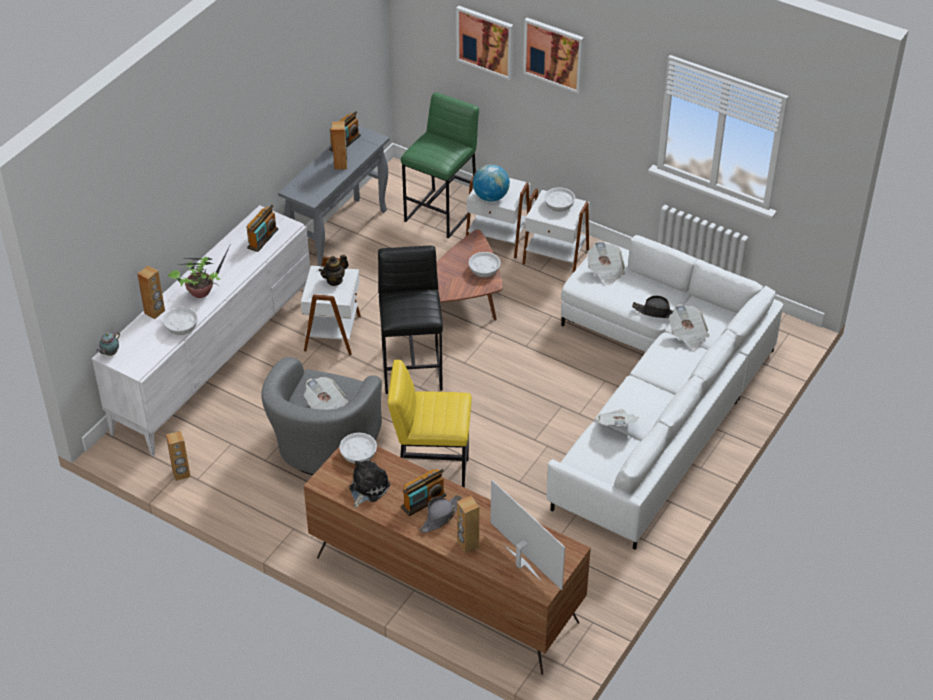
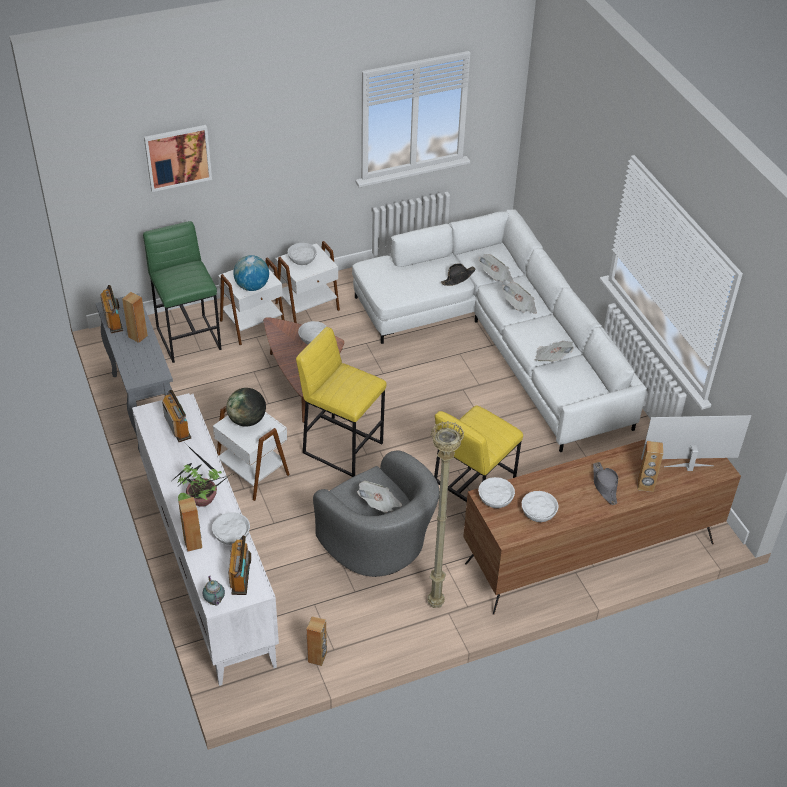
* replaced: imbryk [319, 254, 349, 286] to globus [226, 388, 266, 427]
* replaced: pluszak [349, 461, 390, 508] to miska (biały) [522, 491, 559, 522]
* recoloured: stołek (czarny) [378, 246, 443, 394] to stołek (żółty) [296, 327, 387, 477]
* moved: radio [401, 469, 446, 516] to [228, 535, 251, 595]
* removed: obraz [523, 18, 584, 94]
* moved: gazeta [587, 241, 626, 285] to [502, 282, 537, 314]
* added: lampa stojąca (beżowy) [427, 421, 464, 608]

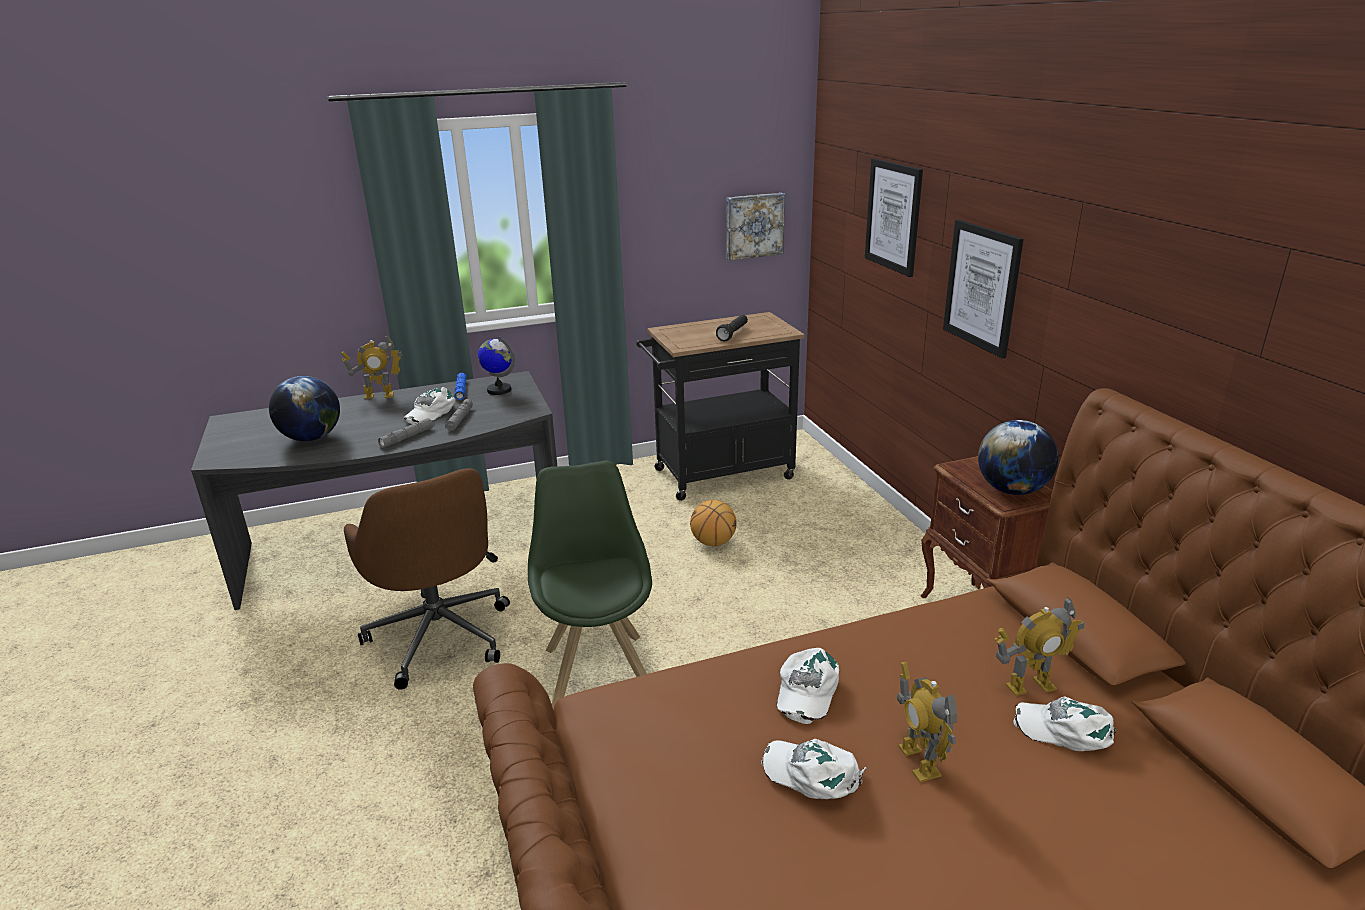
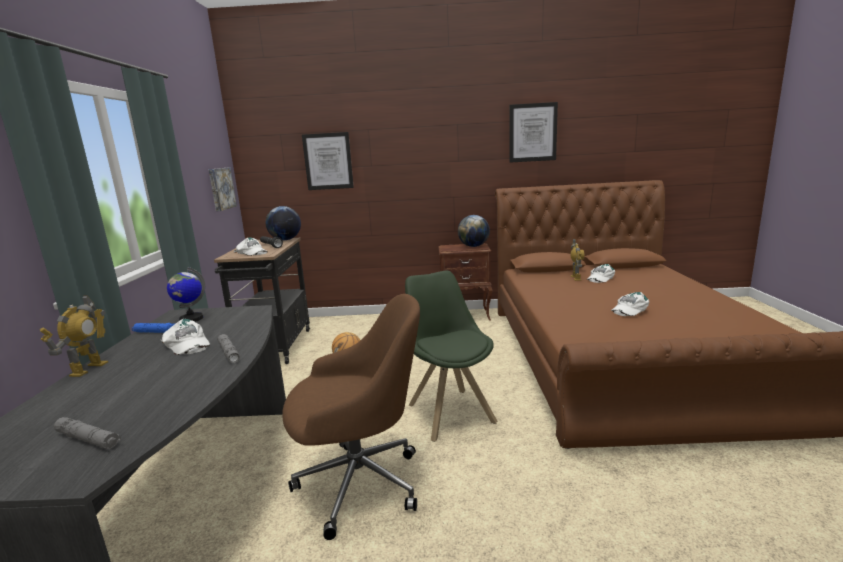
* moved: globus [269, 376, 340, 441] to [266, 206, 301, 240]
* moved: latarka (szary) [445, 399, 473, 430] to [54, 417, 121, 449]
* turned: krzesło (zielony) [528, 461, 652, 709] = [405, 270, 497, 442] 60 degrees clockwise
* moved: czapka z daszkiem (biały) [777, 648, 839, 724] to [234, 237, 268, 256]
* removed: robot zabawkowy [897, 662, 957, 782]
* moved: obraz [943, 220, 1023, 358] to [509, 102, 558, 163]

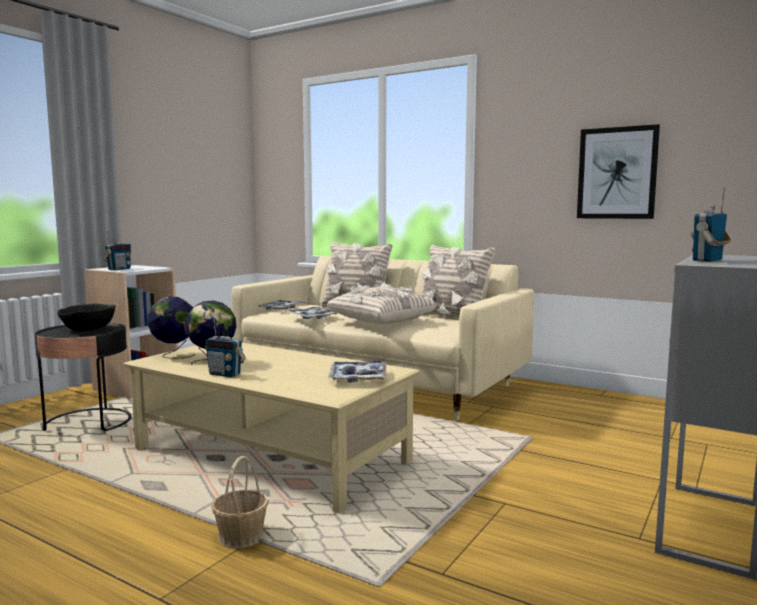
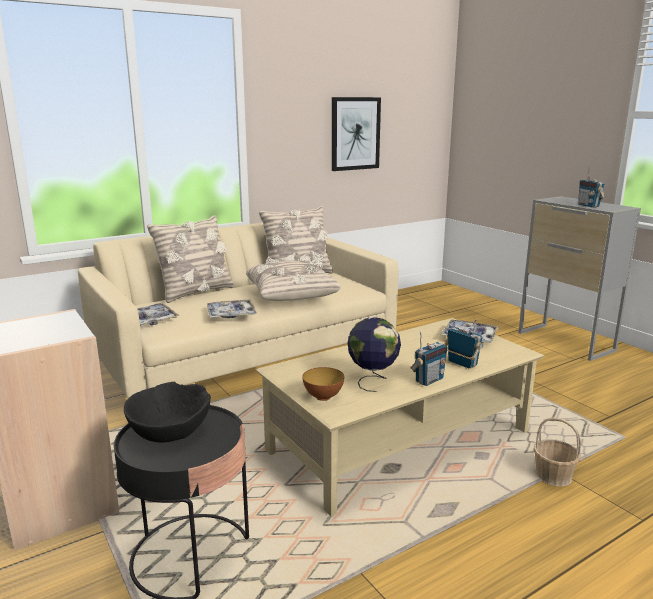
* moved: radio [103, 231, 131, 271] to [445, 319, 483, 369]
* replaced: globus [147, 296, 195, 359] to miska [303, 367, 344, 401]

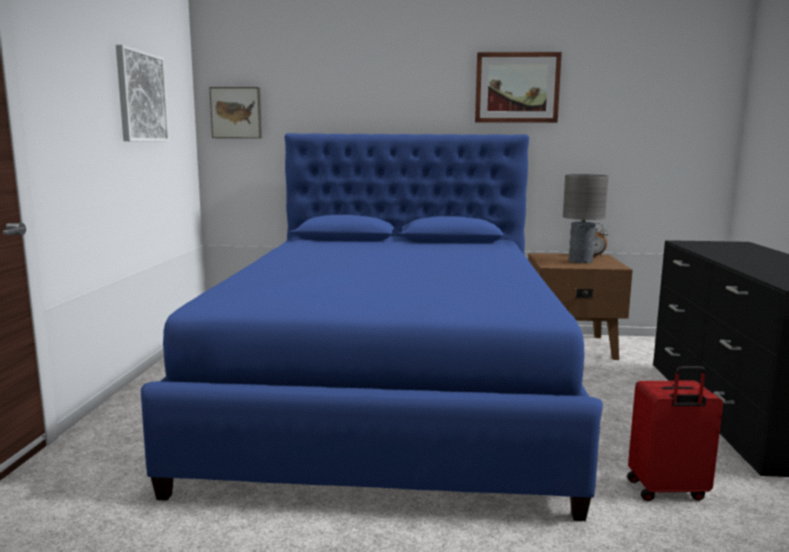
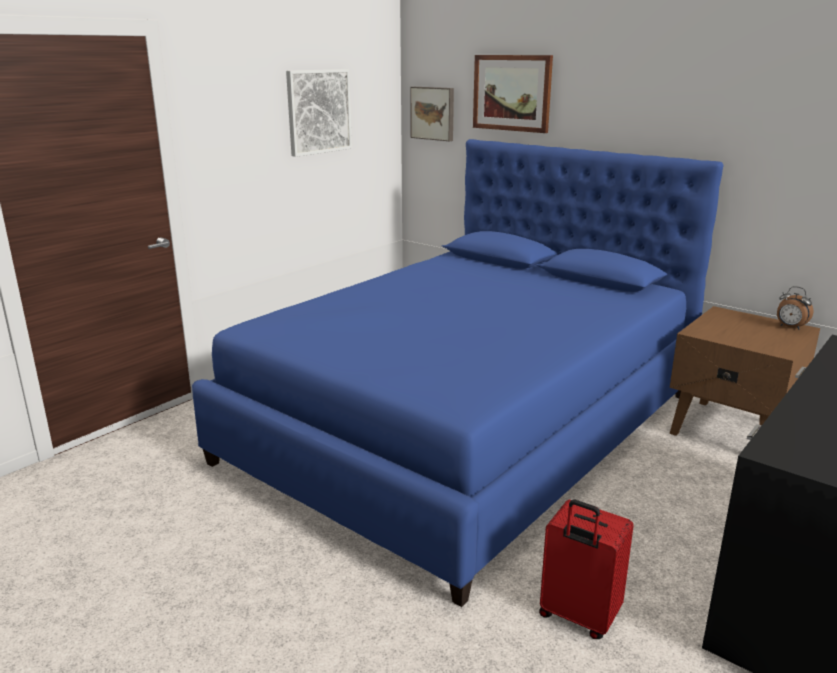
* moved: obraz [475, 52, 562, 123] to [473, 55, 553, 133]
* removed: lampa stołowa (szary) [563, 174, 609, 263]

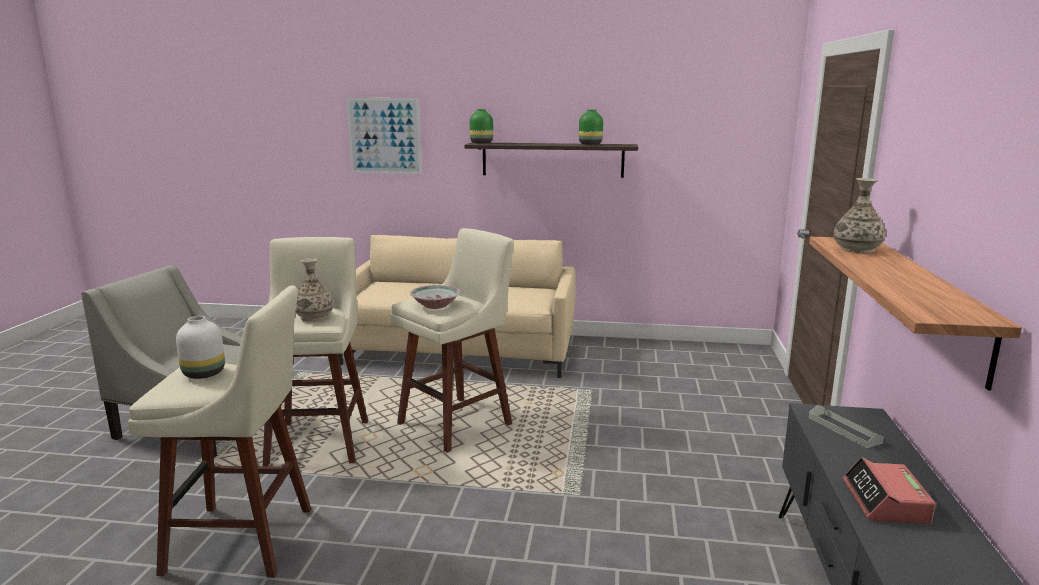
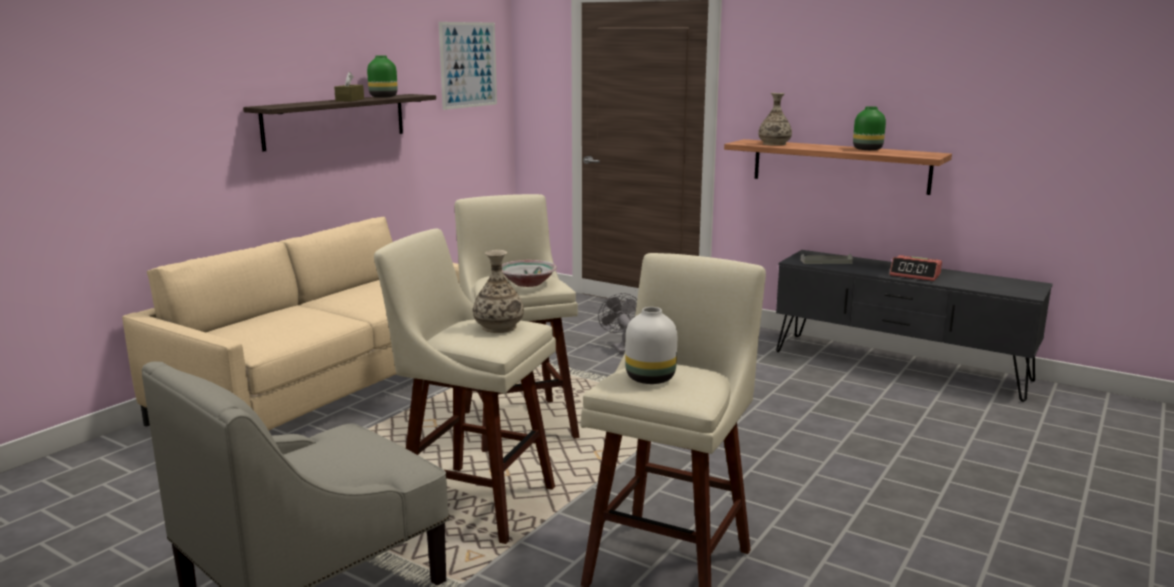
* moved: obraz [346, 98, 422, 174] to [439, 22, 497, 110]
* moved: wazon (zielony) [470, 109, 493, 144] to [853, 106, 886, 150]
* added: pudełko chusteczek (brązowy) [334, 72, 364, 101]
* added: wentylator (szary) [598, 293, 637, 354]

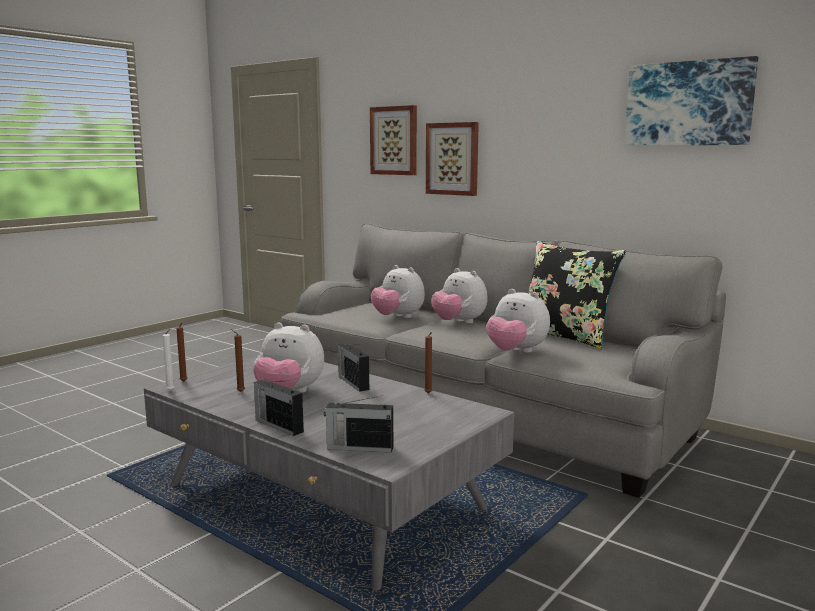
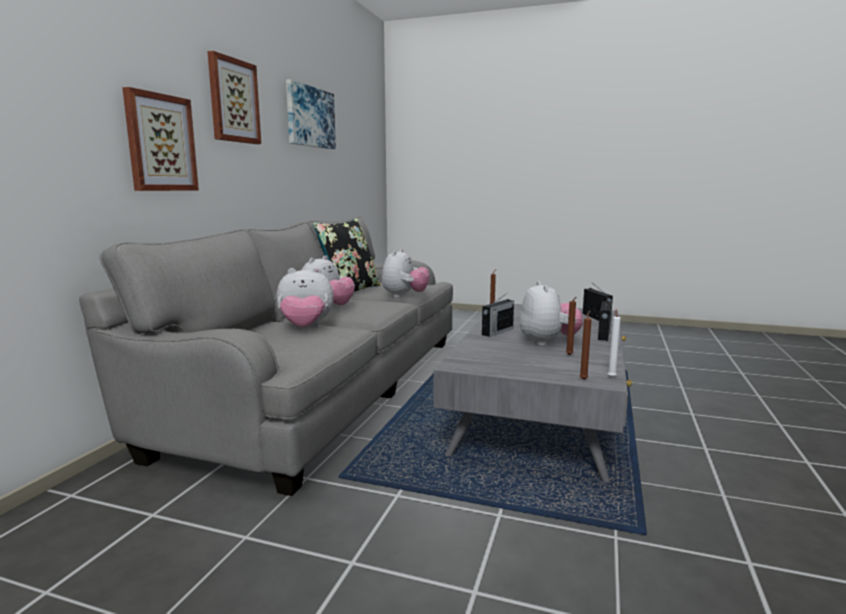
* moved: obraz [370, 105, 417, 175] to [207, 51, 261, 144]
* turned: pluszak [371, 265, 425, 318] = [276, 268, 334, 327] 60 degrees clockwise

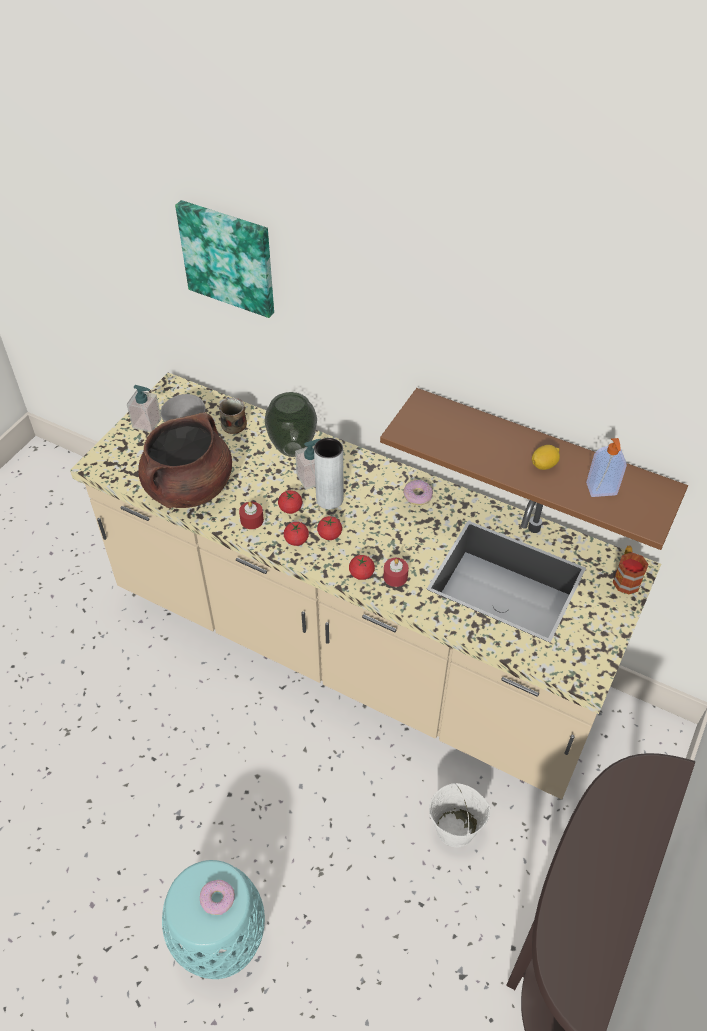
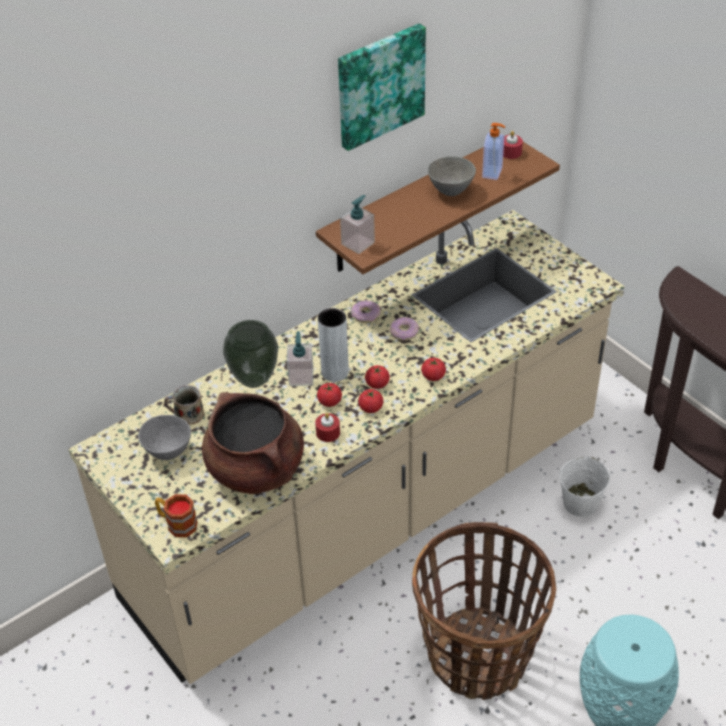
* moved: dozownik mydła [127, 385, 162, 433] to [340, 195, 375, 254]
* moved: obraz [175, 200, 274, 318] to [338, 23, 426, 151]
* moved: donut [200, 880, 235, 915] to [390, 317, 419, 341]
* moved: świeca (czerwony) [383, 558, 408, 587] to [503, 131, 523, 159]
* replaced: cytryna [532, 445, 560, 470] to miska (szary) [428, 156, 476, 196]
* moved: kubek [613, 546, 648, 594] to [155, 494, 197, 537]
* added: koszyk [412, 522, 556, 700]

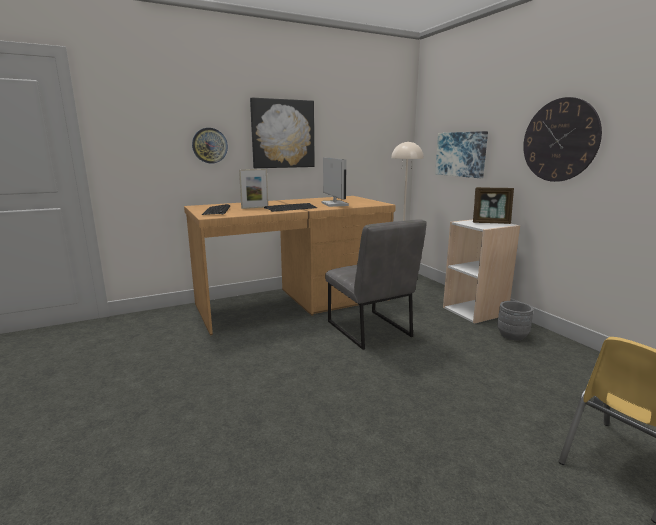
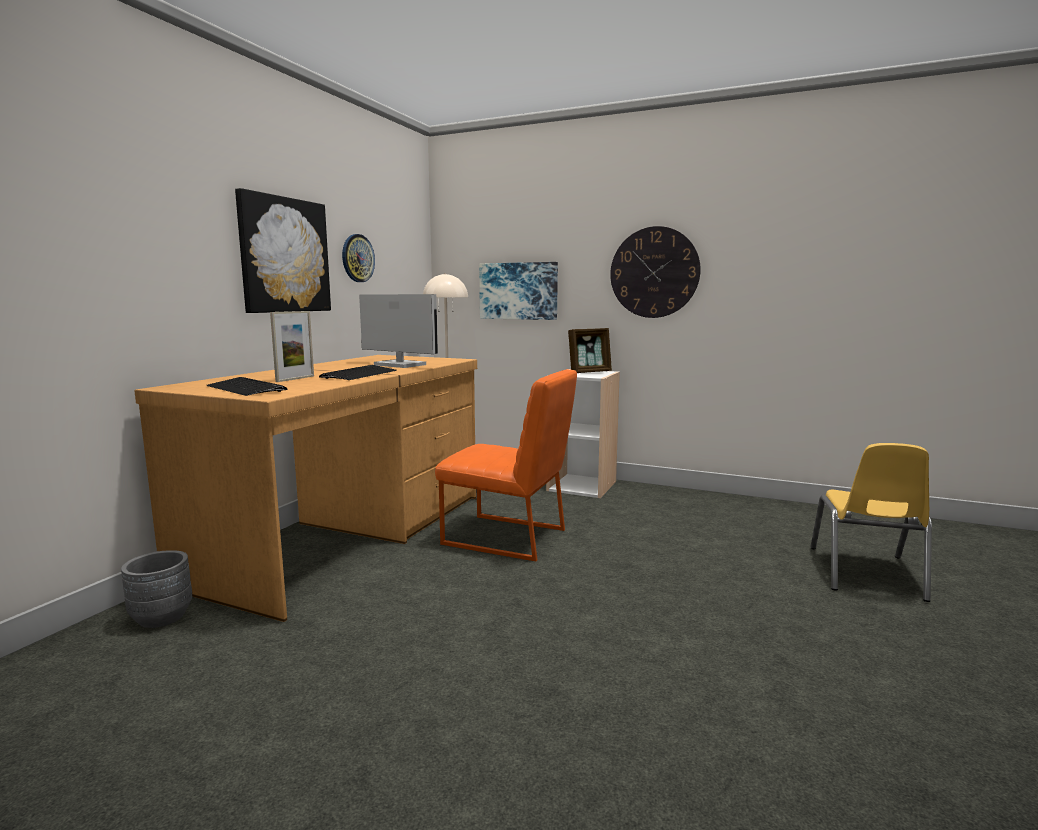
* moved: zegar ścienny [192, 128, 228, 163] to [342, 234, 375, 282]
* recoloured: krzesło (szary) [325, 219, 427, 350] to krzesło (pomarańczowy) [435, 369, 577, 561]
* moved: donica (szary) [497, 301, 534, 341] to [121, 550, 192, 628]

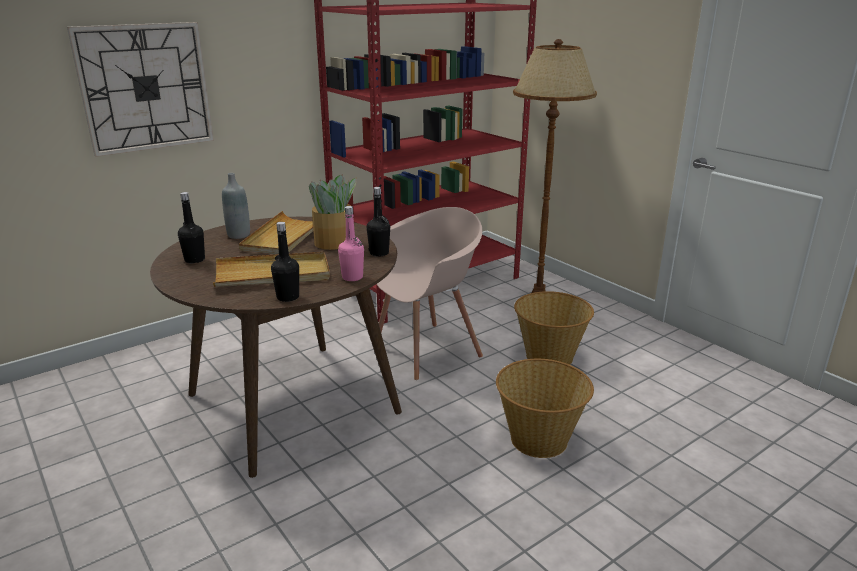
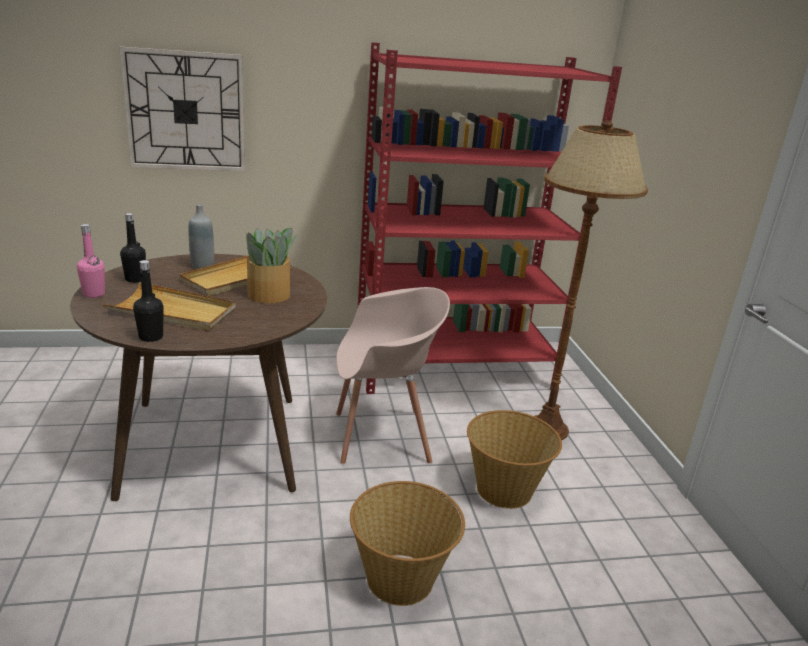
* moved: butelka (różowy) [338, 206, 364, 281] to [77, 224, 105, 298]
* removed: butelka (czarny) [367, 187, 390, 257]

